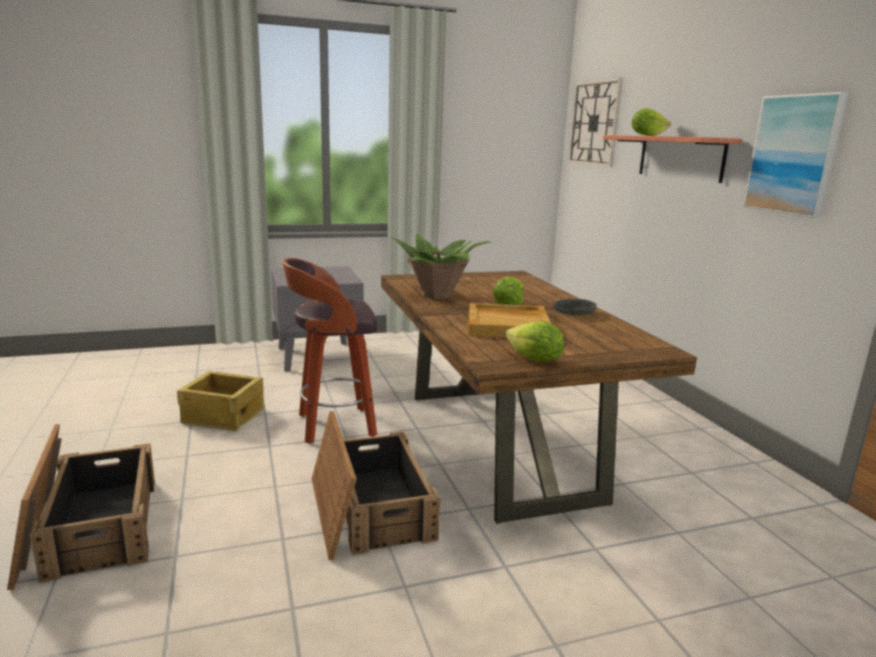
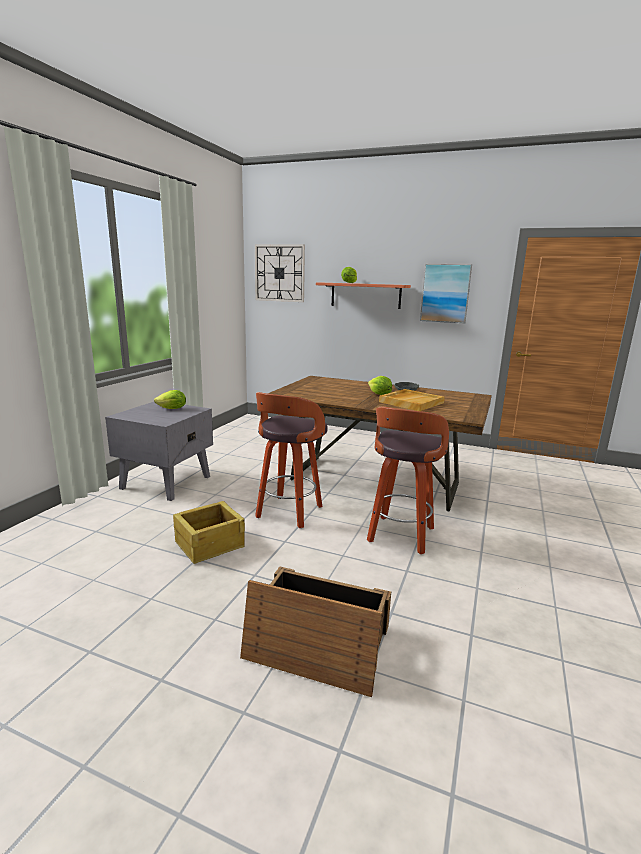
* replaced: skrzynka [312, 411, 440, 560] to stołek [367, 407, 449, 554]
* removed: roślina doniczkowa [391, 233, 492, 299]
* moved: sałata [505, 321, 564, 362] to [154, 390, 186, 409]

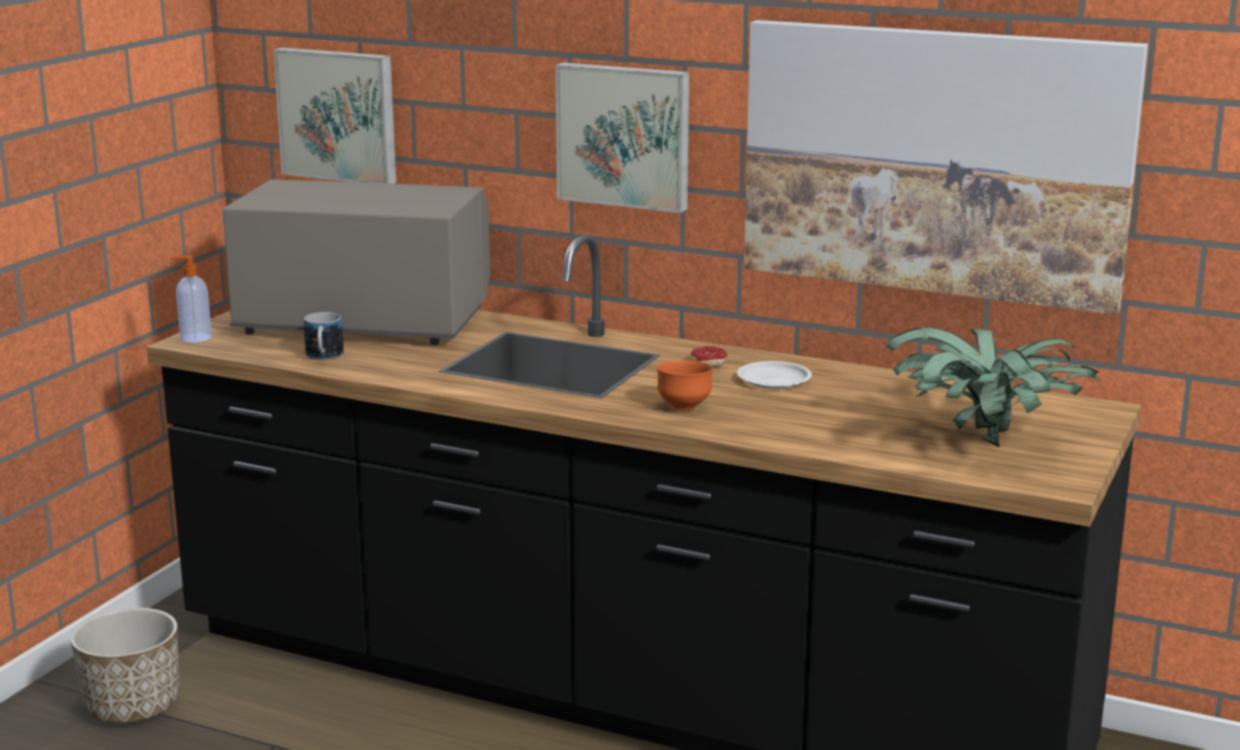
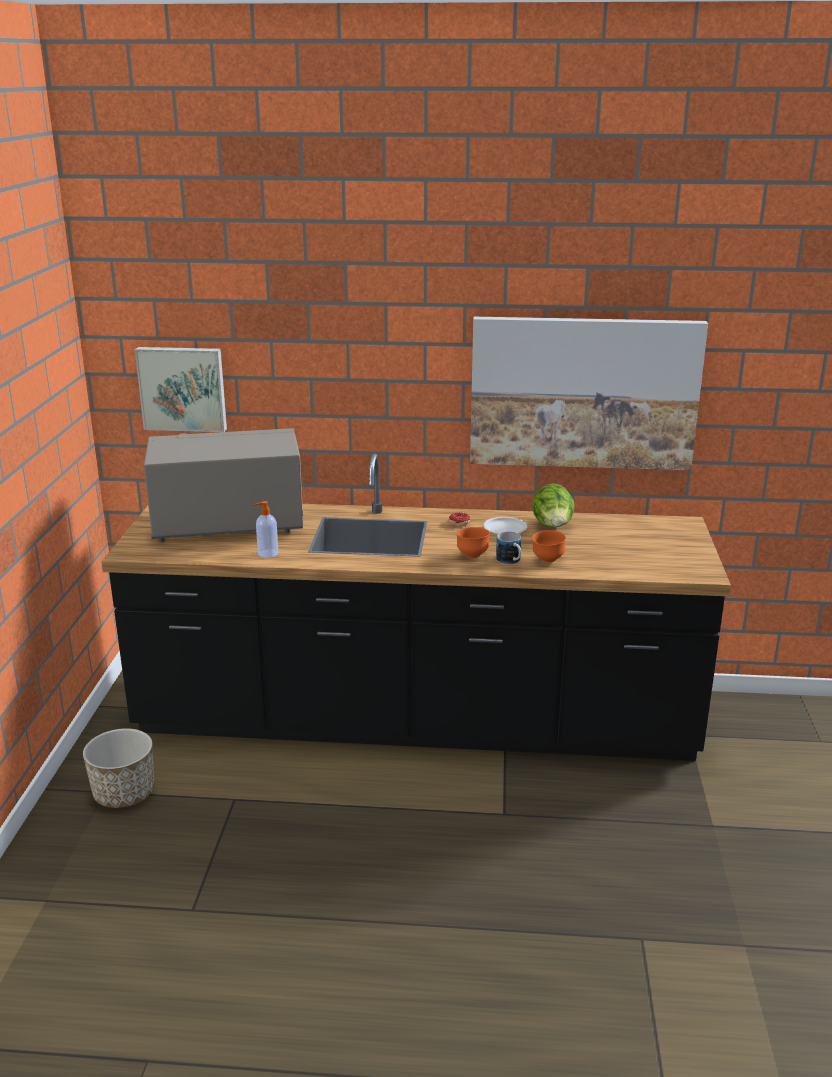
* moved: dozownik mydła [170, 256, 212, 343] to [253, 501, 278, 558]
* moved: kubek [304, 312, 344, 360] to [496, 532, 521, 565]
* removed: obraz [555, 63, 689, 213]
* removed: roślina doniczkowa [886, 328, 1101, 447]
* added: sałata [532, 483, 575, 528]
* added: miska (pomarańczowy) [532, 530, 566, 562]

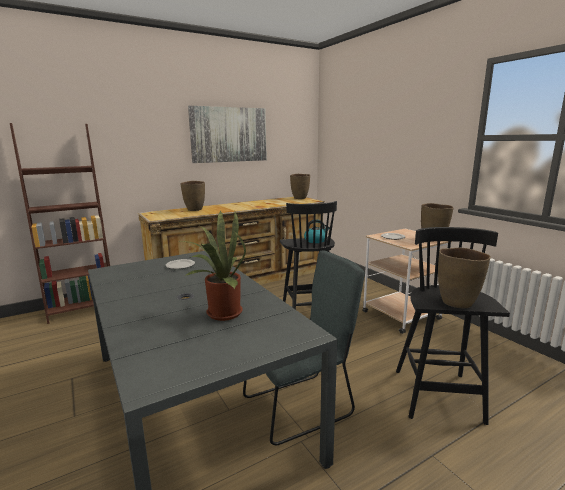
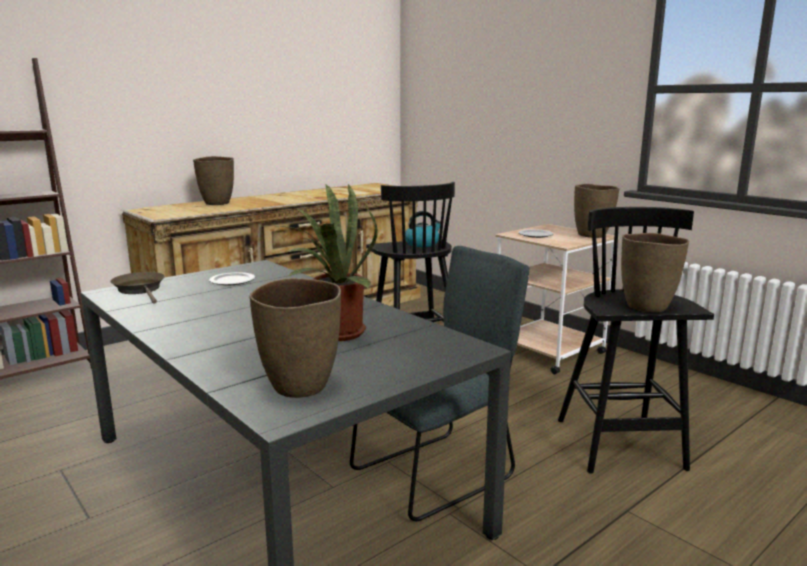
* removed: obraz [188, 106, 267, 163]
* moved: wazon (brązowy) [290, 174, 310, 199] to [250, 278, 341, 398]
* added: patelnia (brązowy) [111, 272, 165, 304]

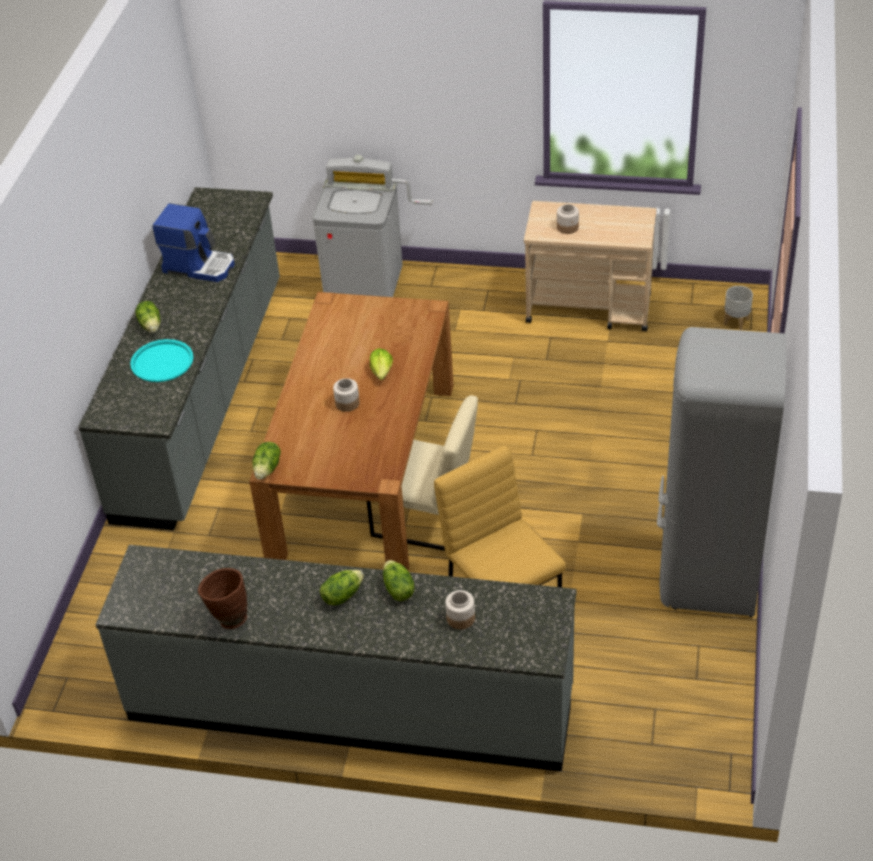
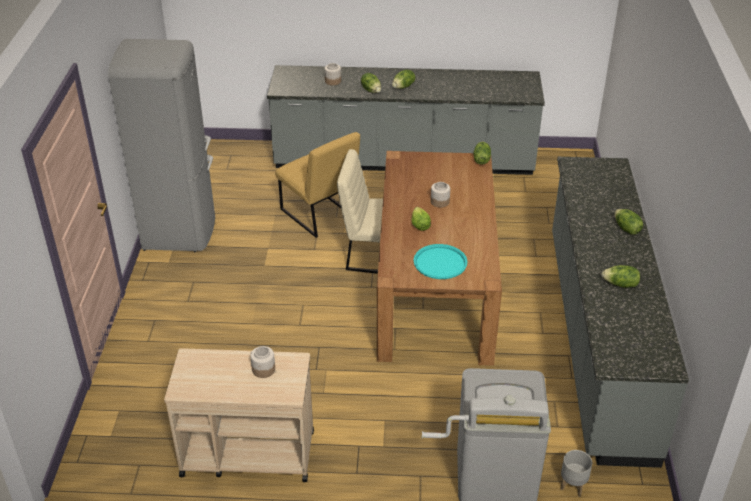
* moved: taca (turkusowy) [130, 339, 194, 382] to [414, 244, 467, 279]
* replaced: ekspres do kawy [152, 203, 235, 282] to sałata [601, 265, 640, 288]
* removed: wazon (brązowy) [198, 568, 247, 629]
* moved: donica (szary) [724, 286, 753, 330] to [560, 450, 592, 497]

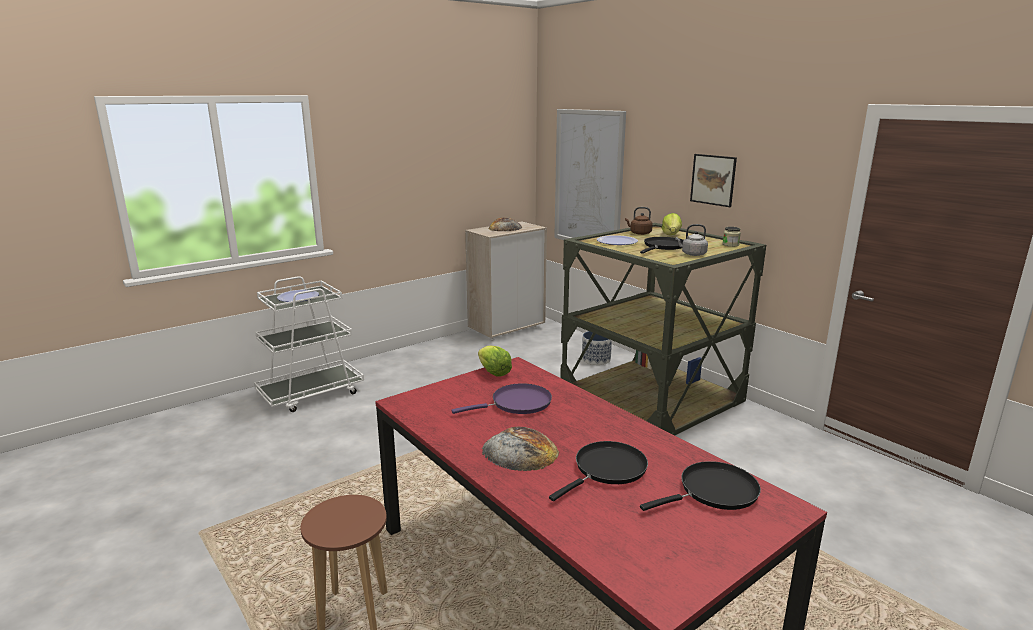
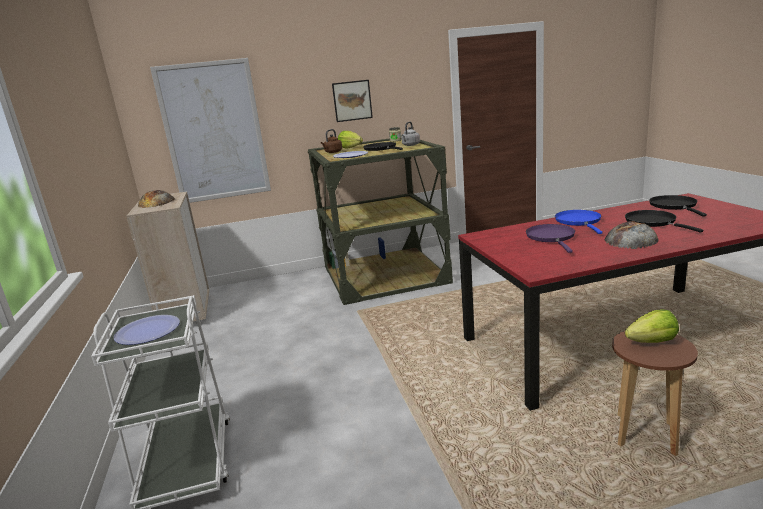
* moved: sałata [478, 346, 512, 377] to [625, 309, 679, 343]
* removed: donica [582, 331, 612, 365]
* added: patelnia (niebieski) [555, 210, 603, 234]

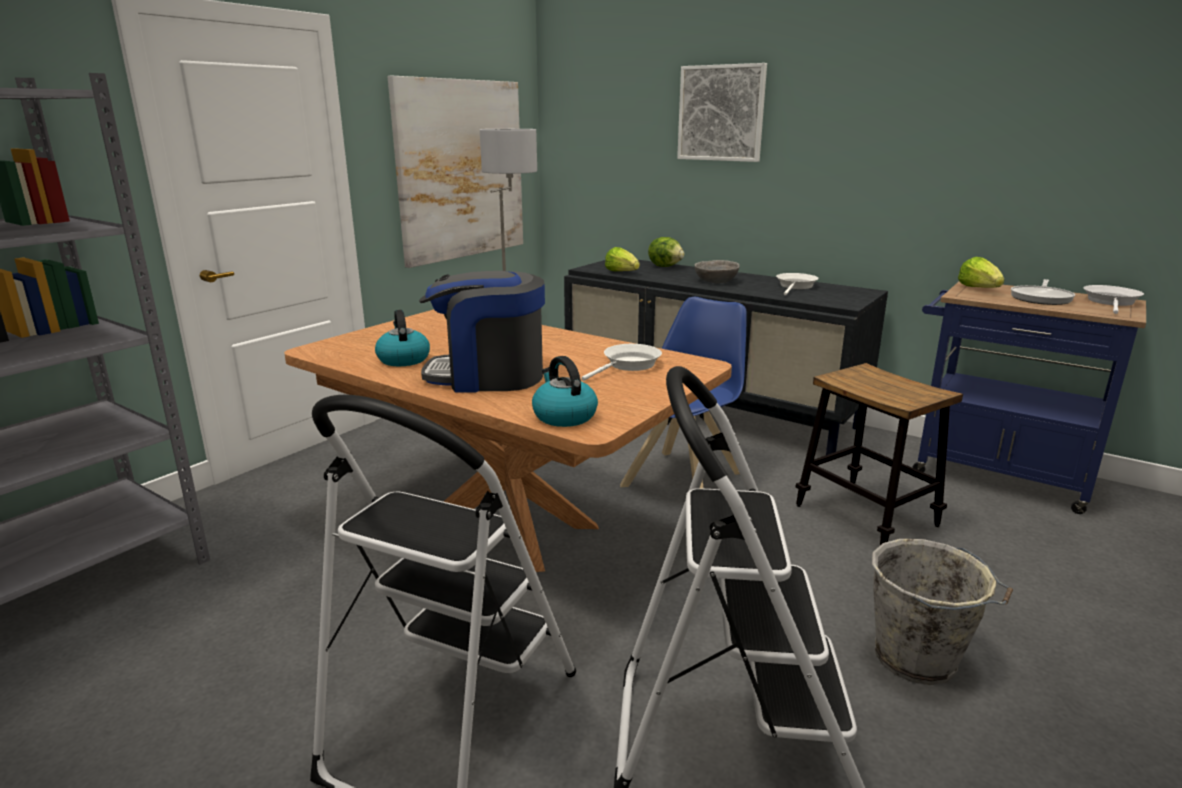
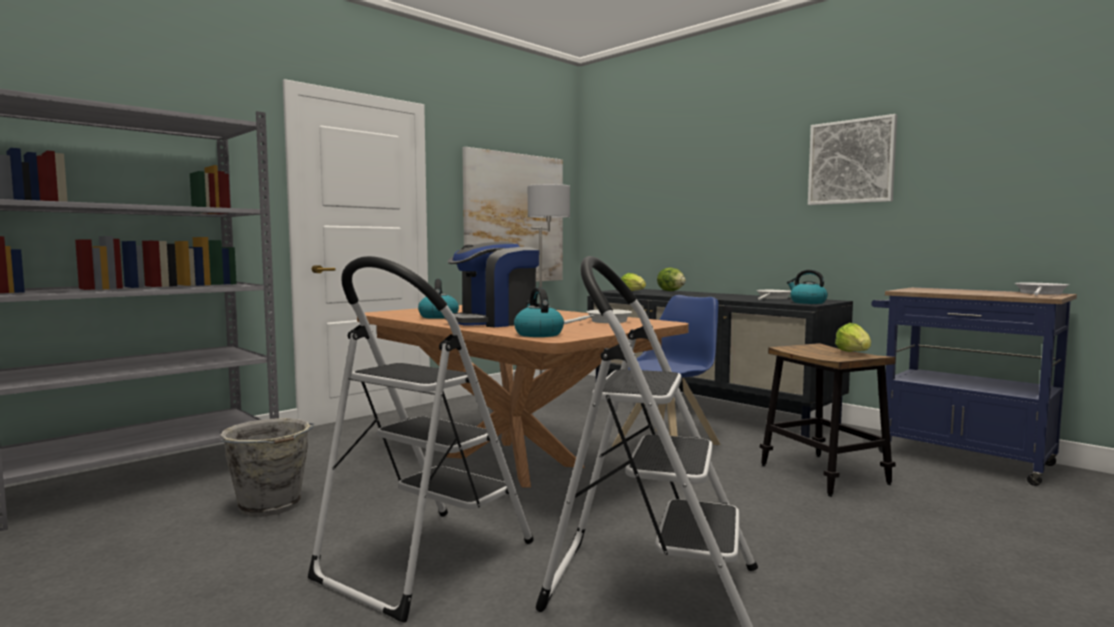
* turned: ekspres do kawy [419, 271, 545, 393] = [444, 242, 539, 327] 45 degrees counterclockwise
* moved: obraz [677, 63, 767, 162] to [808, 114, 897, 205]
* removed: miska (szary) [694, 260, 740, 283]
* moved: wiadro (szary) [872, 539, 1013, 685] to [220, 418, 314, 516]
* moved: sałata [958, 257, 1004, 288] to [835, 323, 871, 352]
* removed: patelnia [1011, 279, 1075, 305]
* added: czajnik [787, 270, 828, 304]

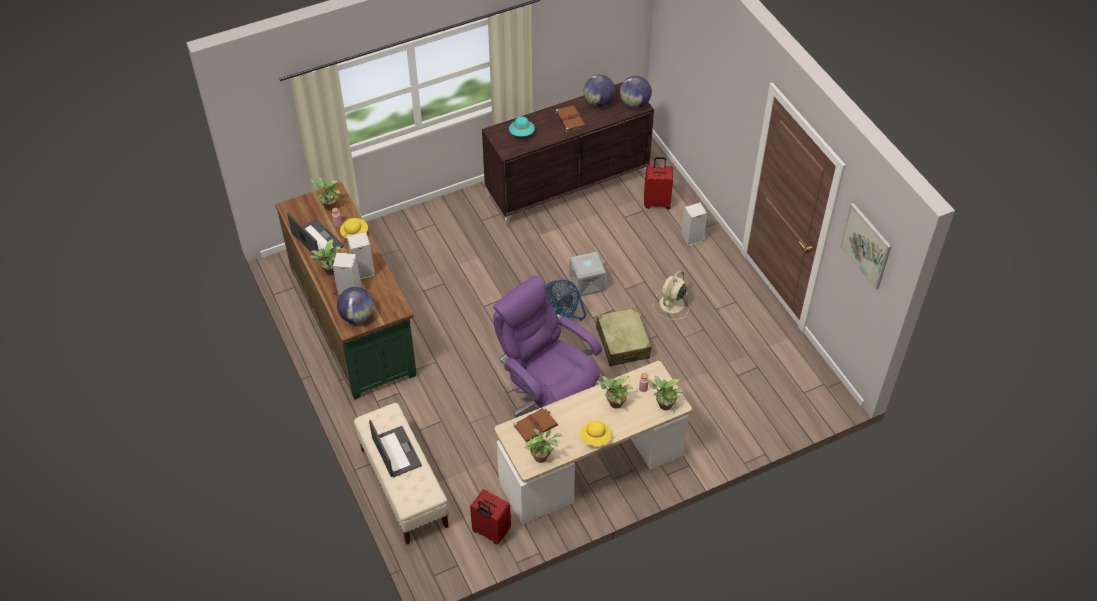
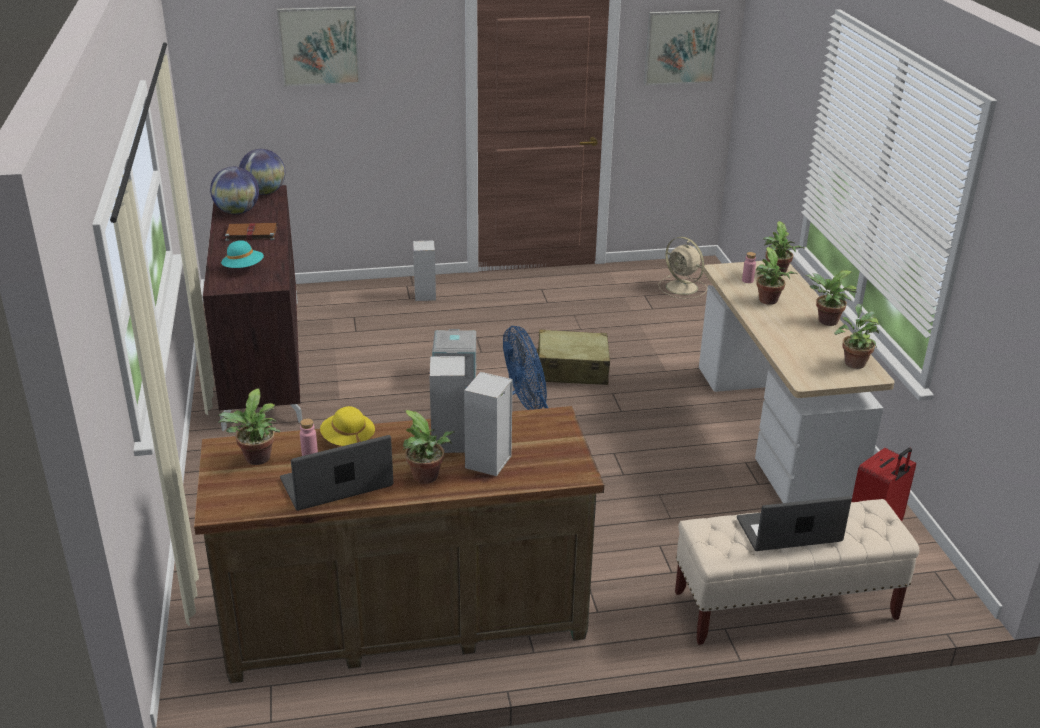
* removed: globus [337, 287, 374, 323]
* removed: krzesło biurowe (fioletowy) [493, 275, 602, 418]
* removed: książka (brązowy) [514, 407, 558, 442]
* replaced: kapelusz (żółty) [581, 421, 611, 446] to roślina doniczkowa [804, 271, 857, 326]
* removed: walizka (czerwony) [644, 157, 673, 210]
* moved: wentylator (beżowy) [653, 270, 689, 320] to [658, 237, 708, 299]
* added: obraz [277, 6, 360, 87]

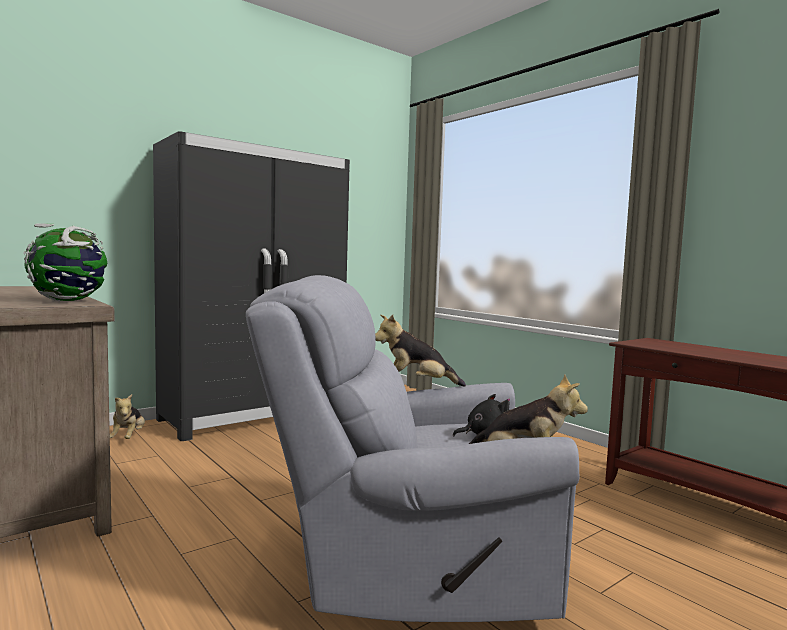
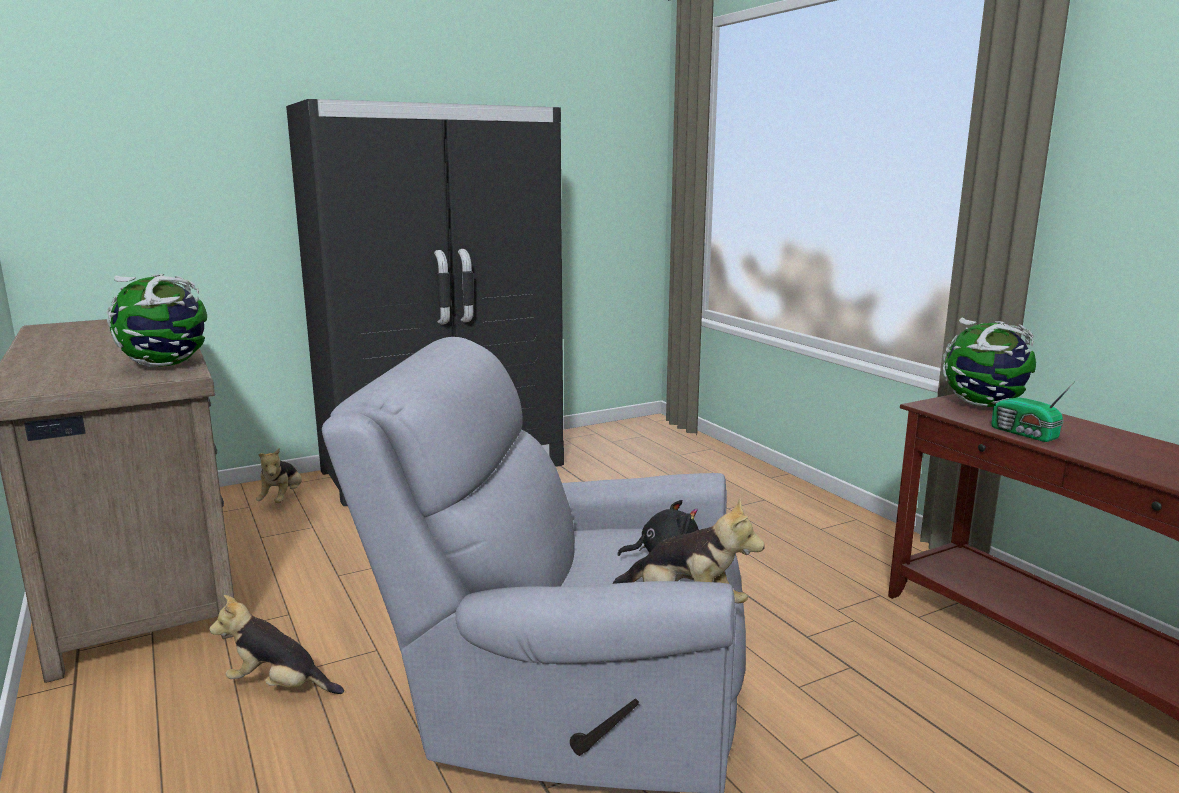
* moved: pluszak [375, 315, 466, 386] to [209, 595, 344, 694]
* added: globus [943, 317, 1036, 407]
* added: radio [991, 381, 1075, 442]

